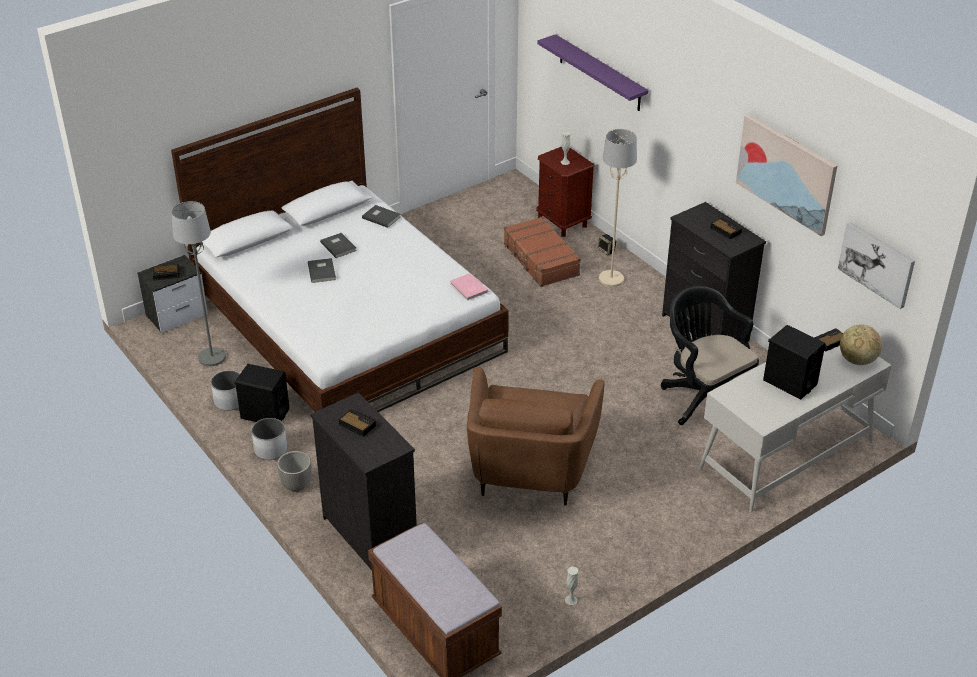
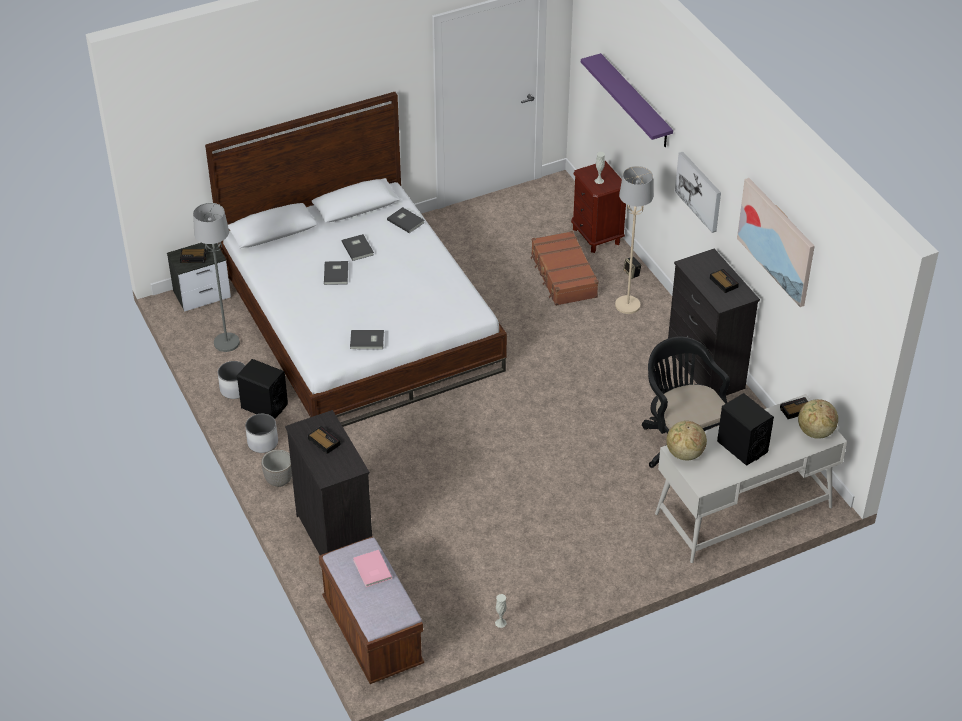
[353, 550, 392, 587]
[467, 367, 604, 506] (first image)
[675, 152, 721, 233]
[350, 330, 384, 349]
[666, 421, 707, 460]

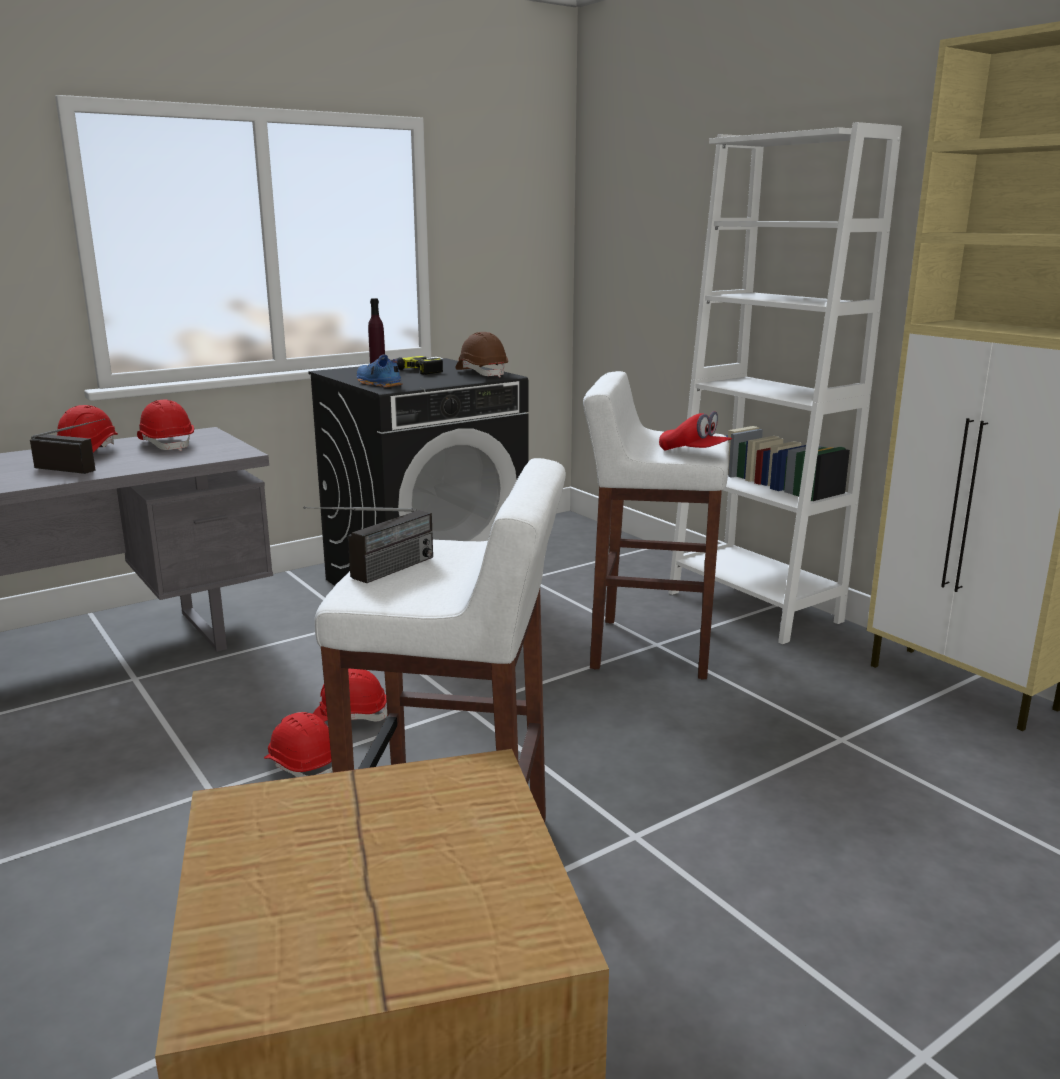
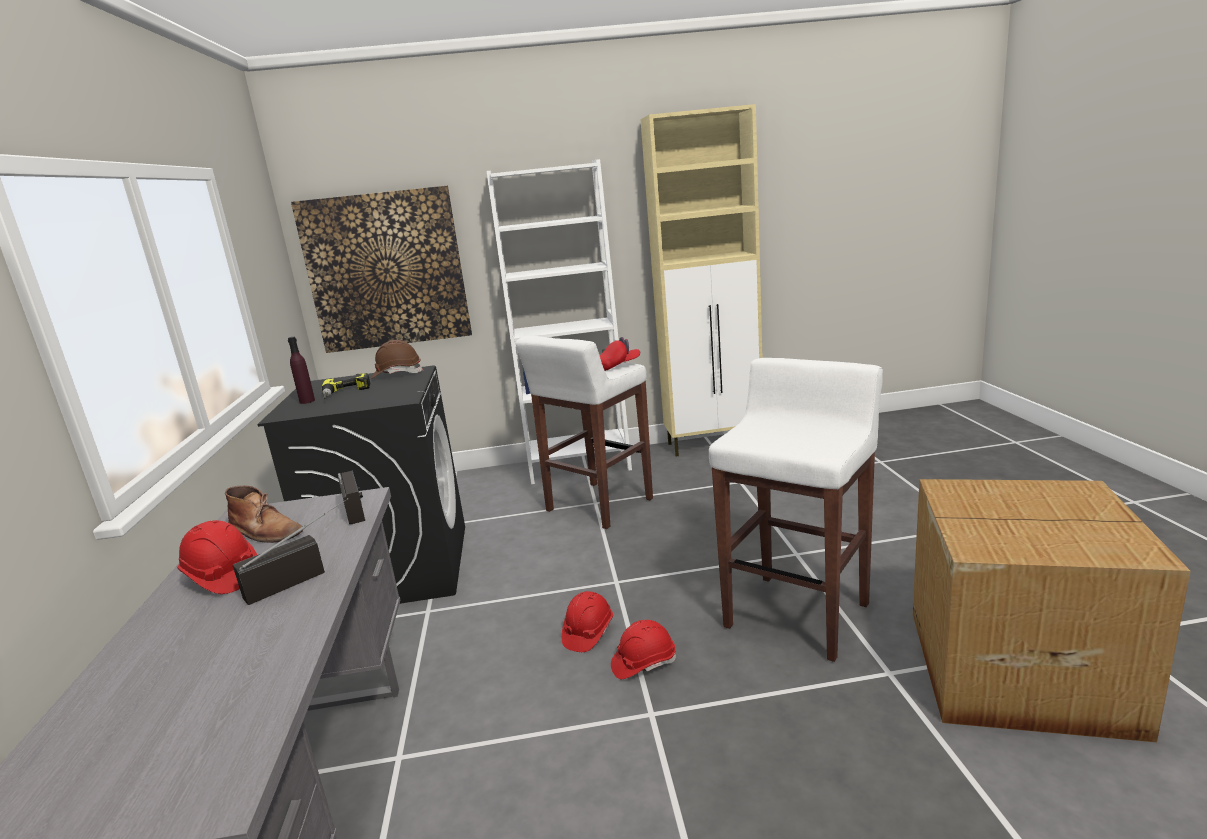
[225, 485, 303, 543]
[338, 471, 365, 524]
[357, 354, 403, 388] (first image)
[291, 186, 472, 353]

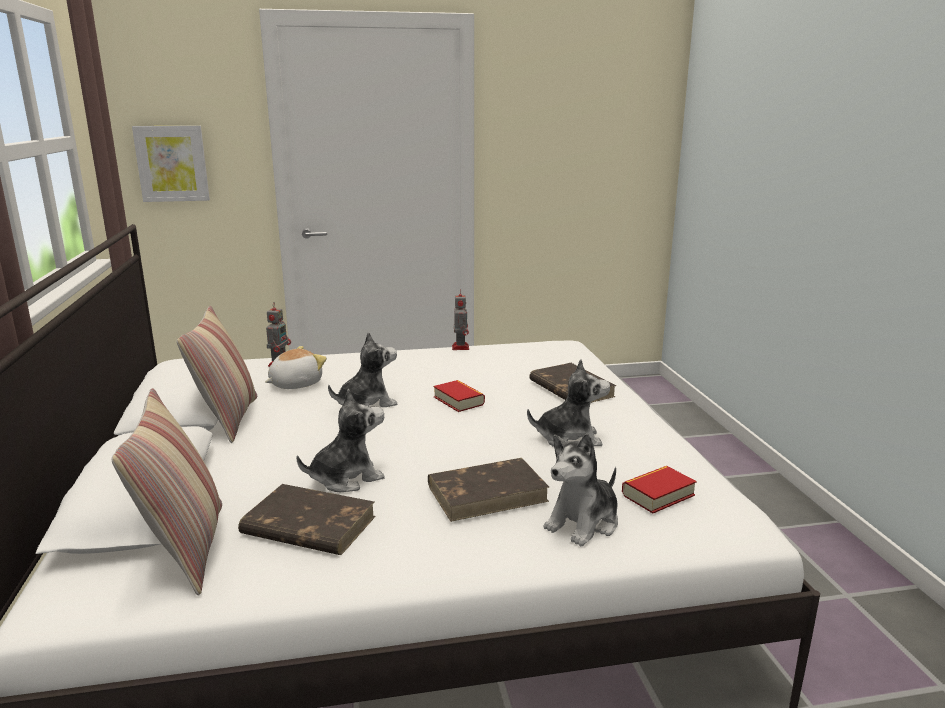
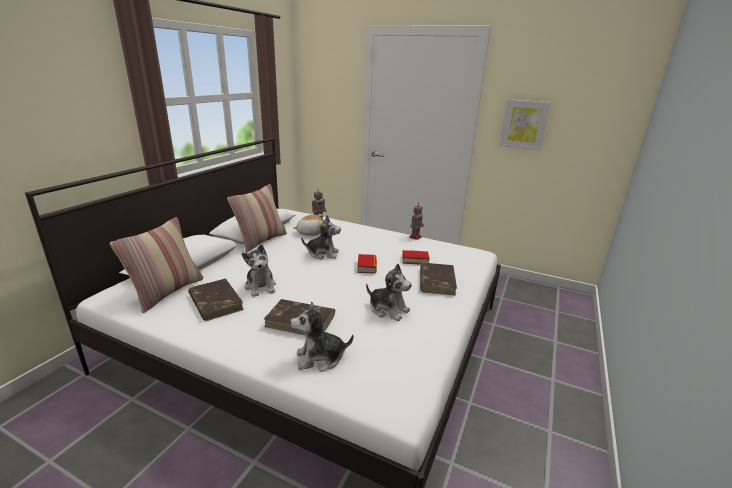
[500, 99, 551, 151]
[242, 244, 276, 297]
[402, 250, 430, 265]

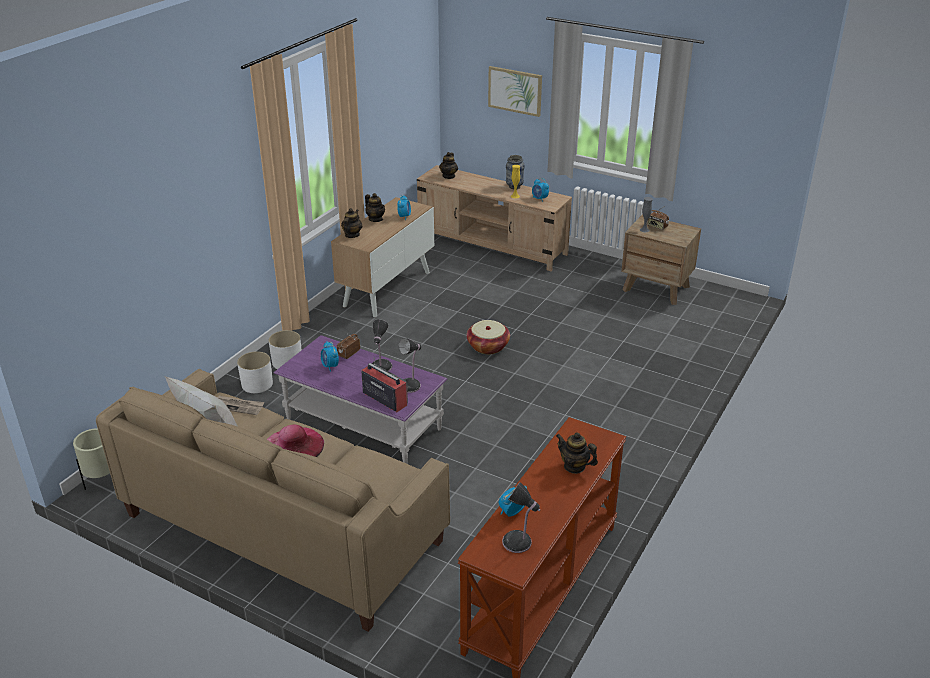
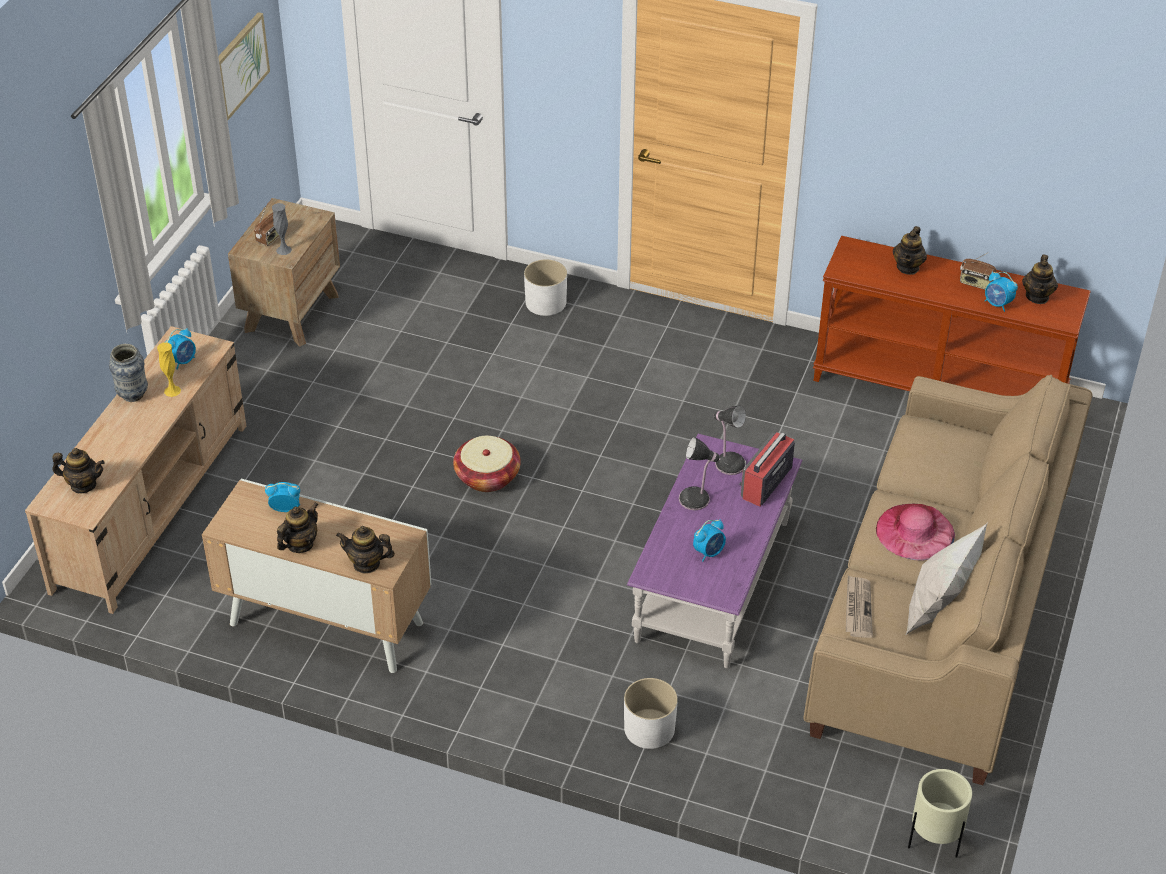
[524, 259, 567, 316]
[960, 252, 996, 290]
[218, 12, 270, 121]
[1022, 255, 1058, 304]

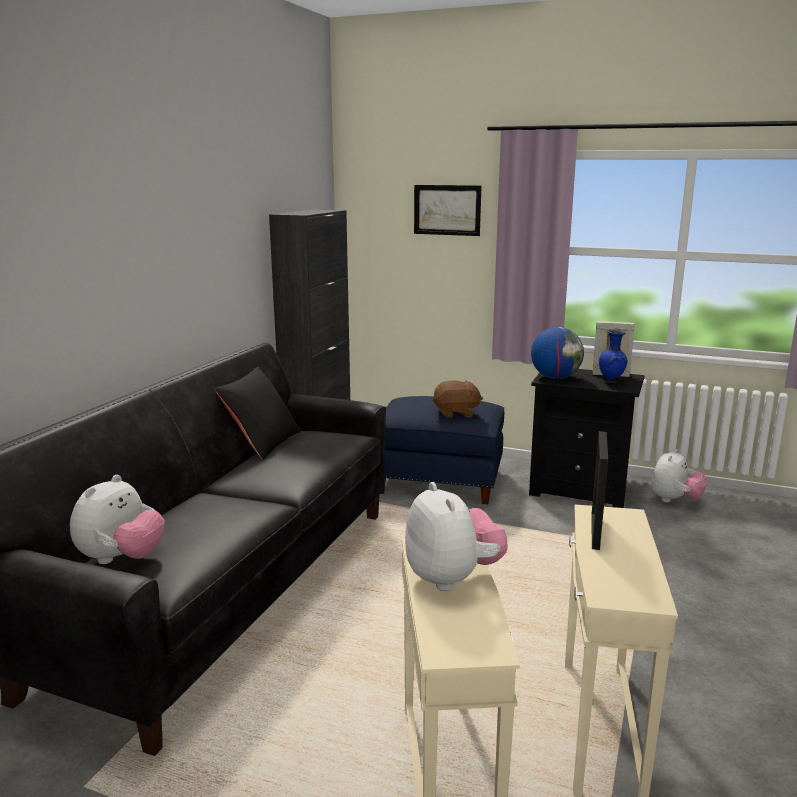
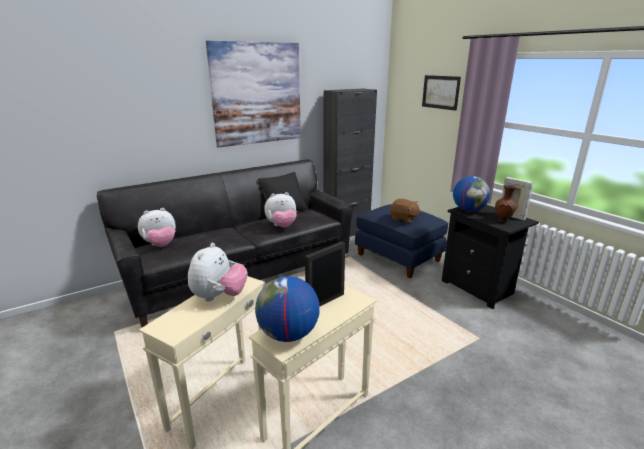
[495, 184, 517, 222]
[264, 192, 297, 228]
[206, 40, 301, 147]
[255, 276, 320, 342]

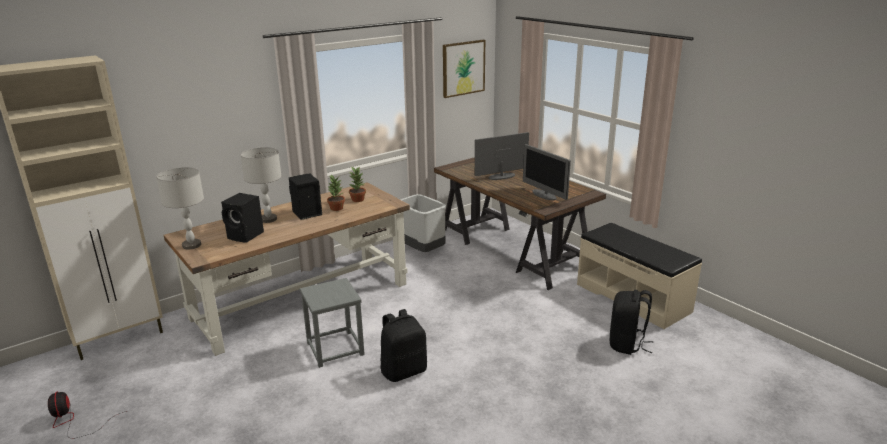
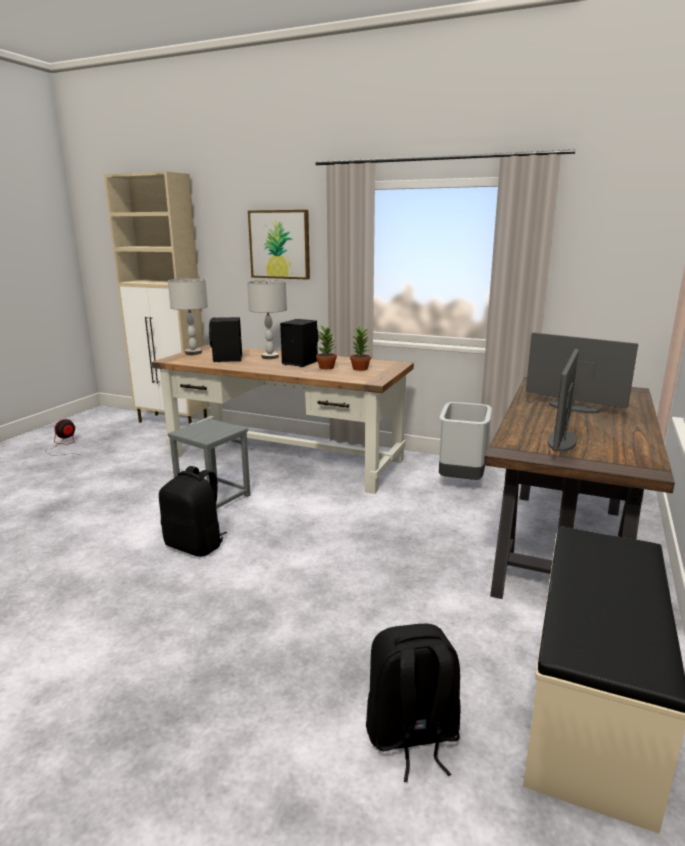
[248, 210, 310, 280]

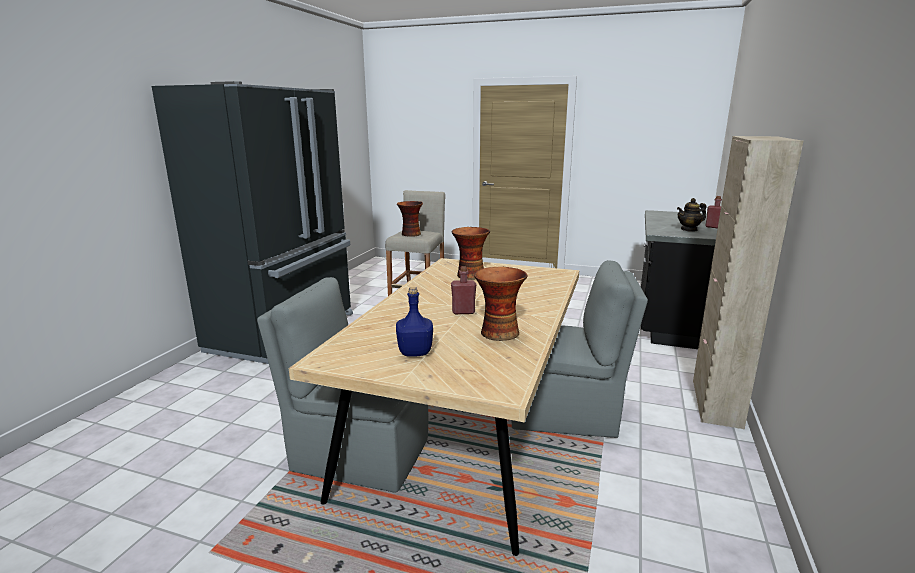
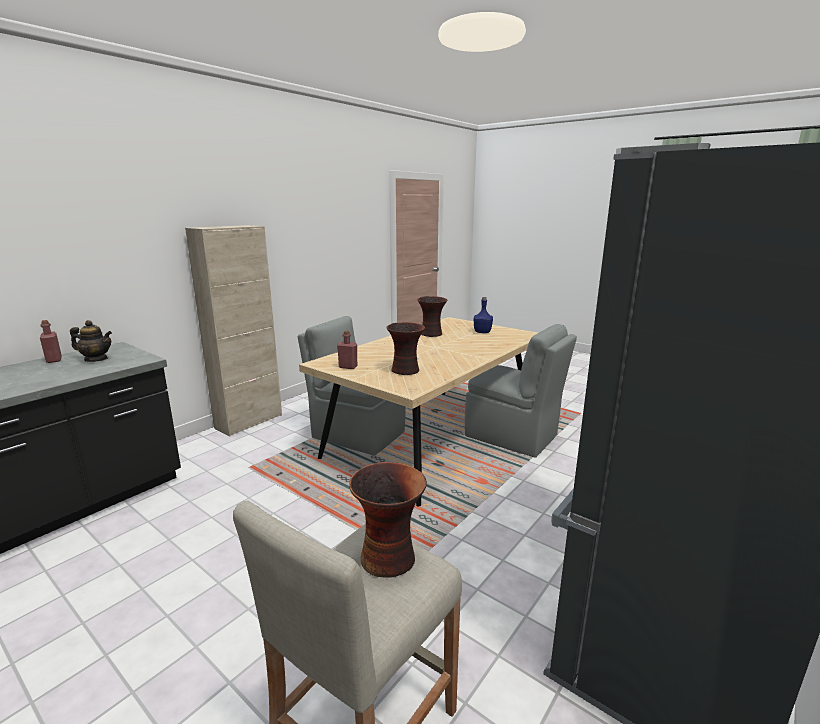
[337, 331, 358, 369]

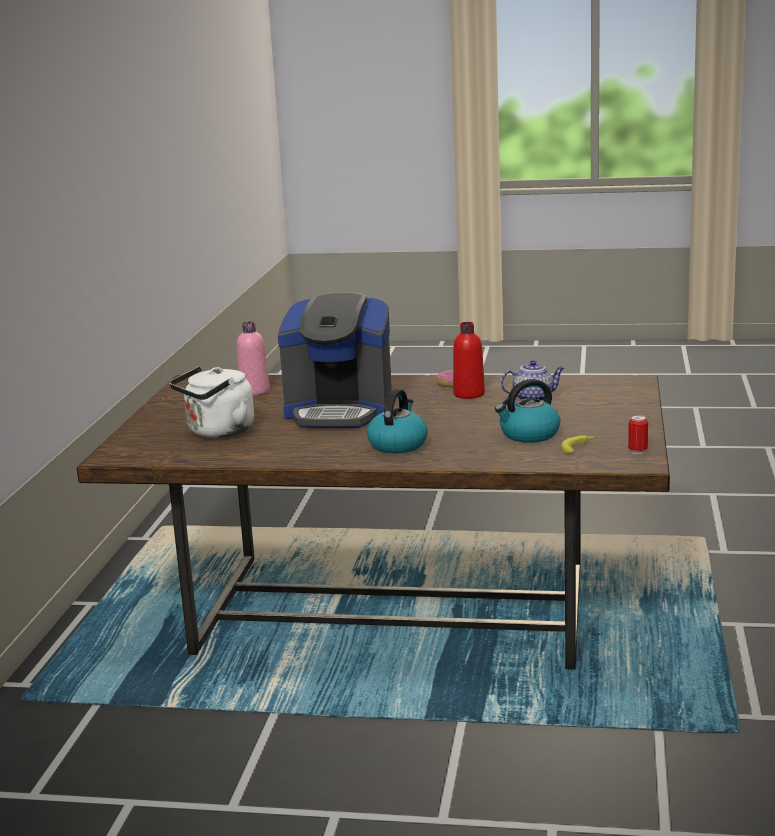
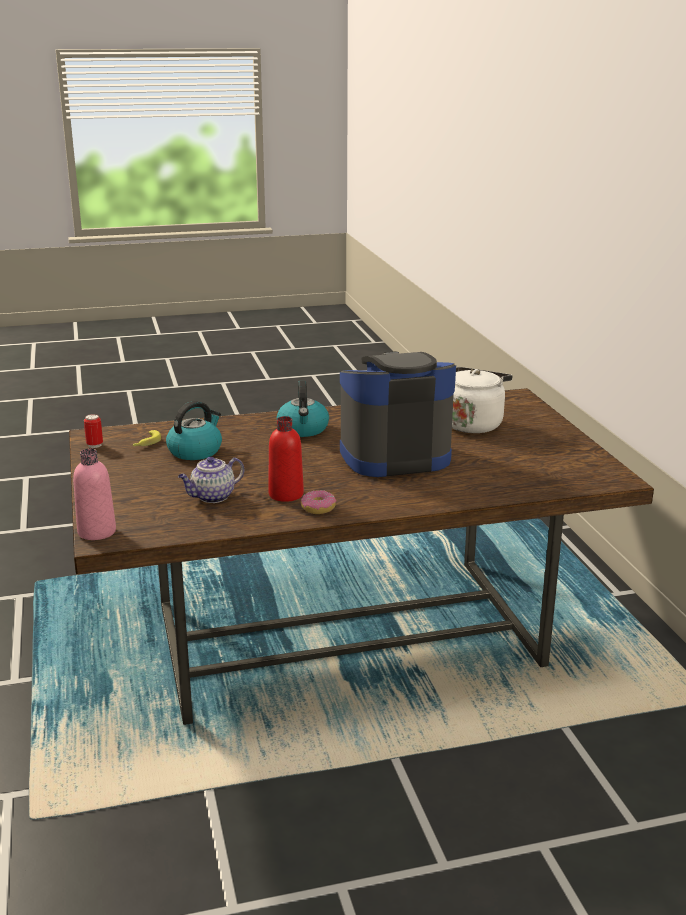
[73, 448, 116, 540]

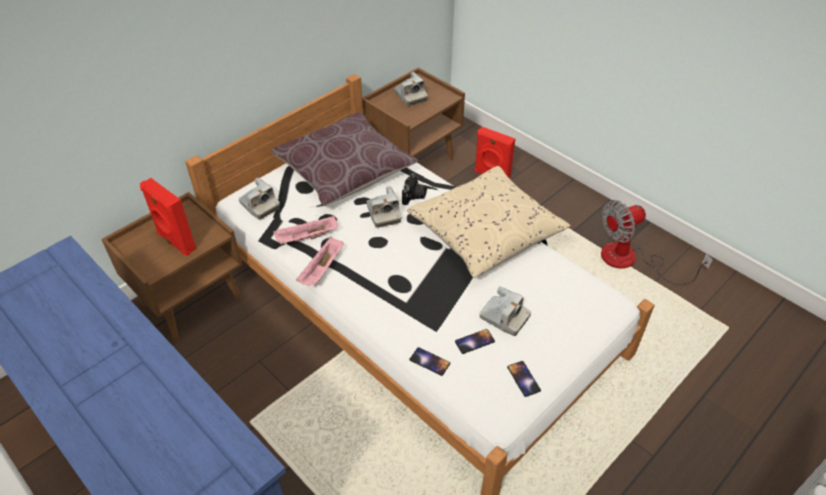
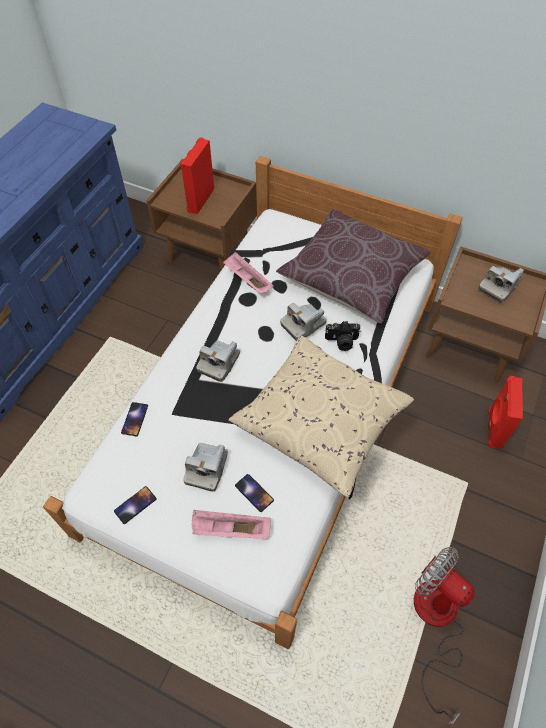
[196, 340, 240, 382]
[192, 510, 271, 539]
[235, 474, 274, 512]

